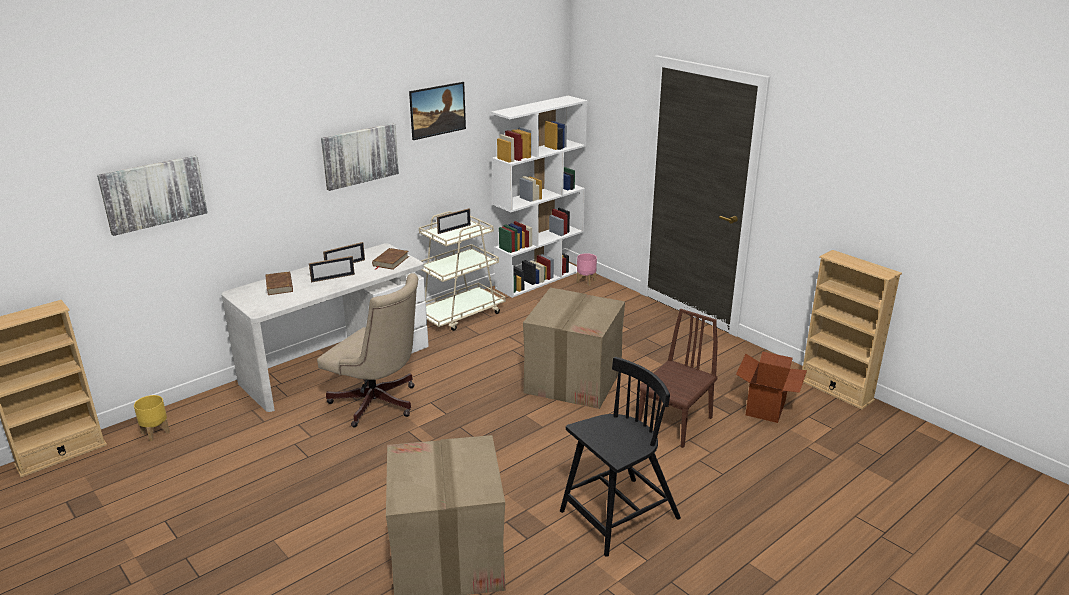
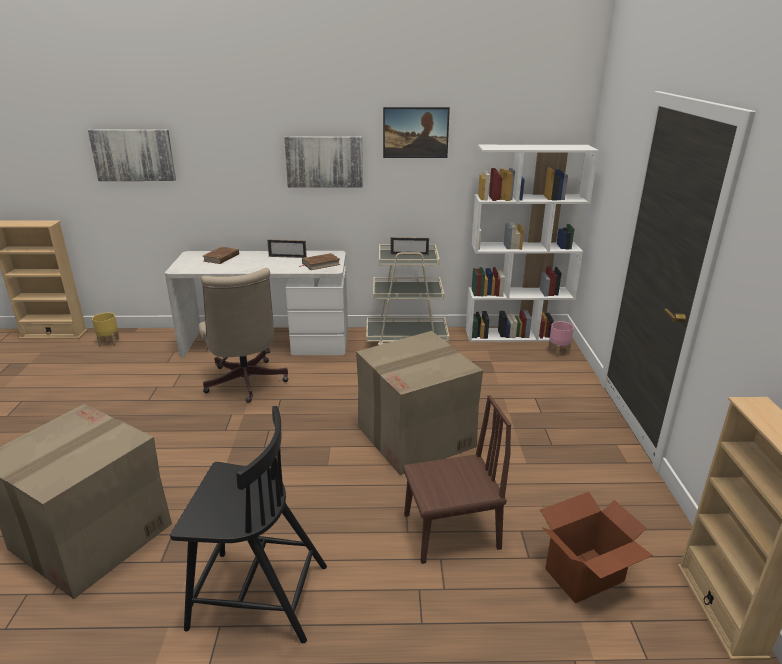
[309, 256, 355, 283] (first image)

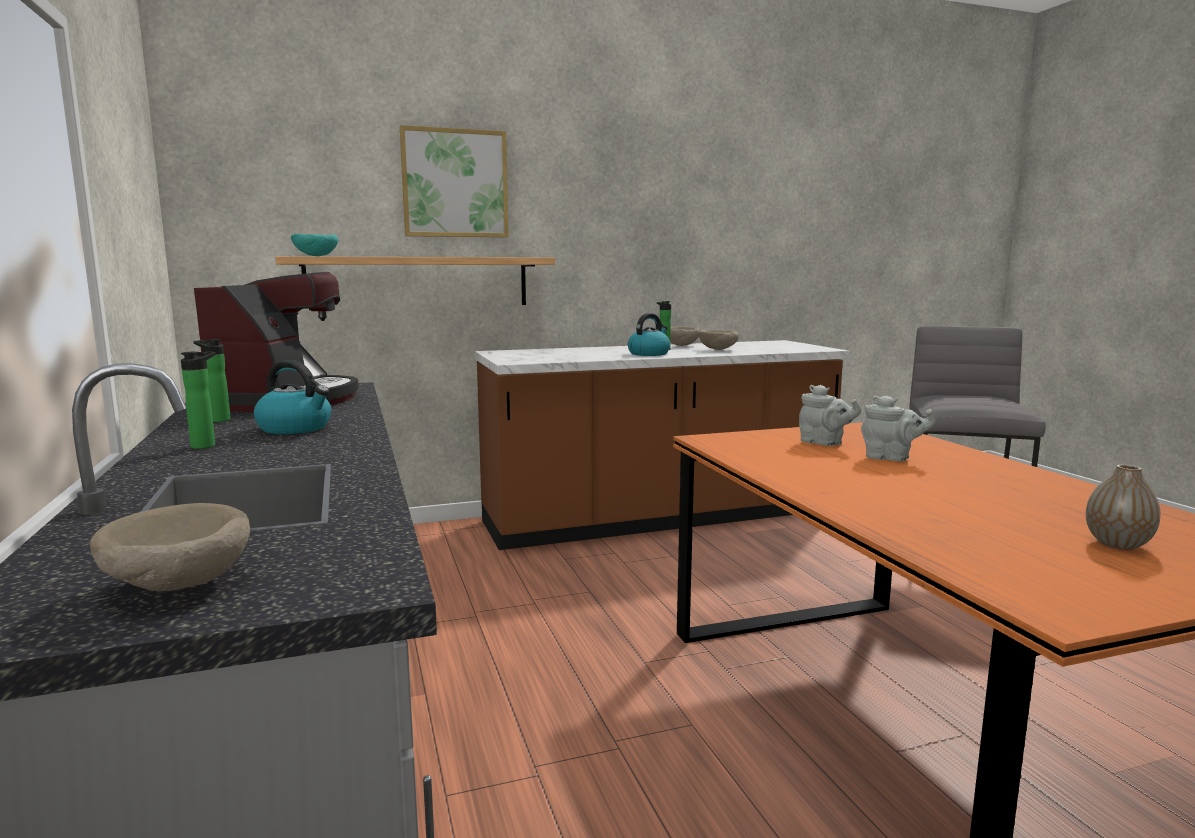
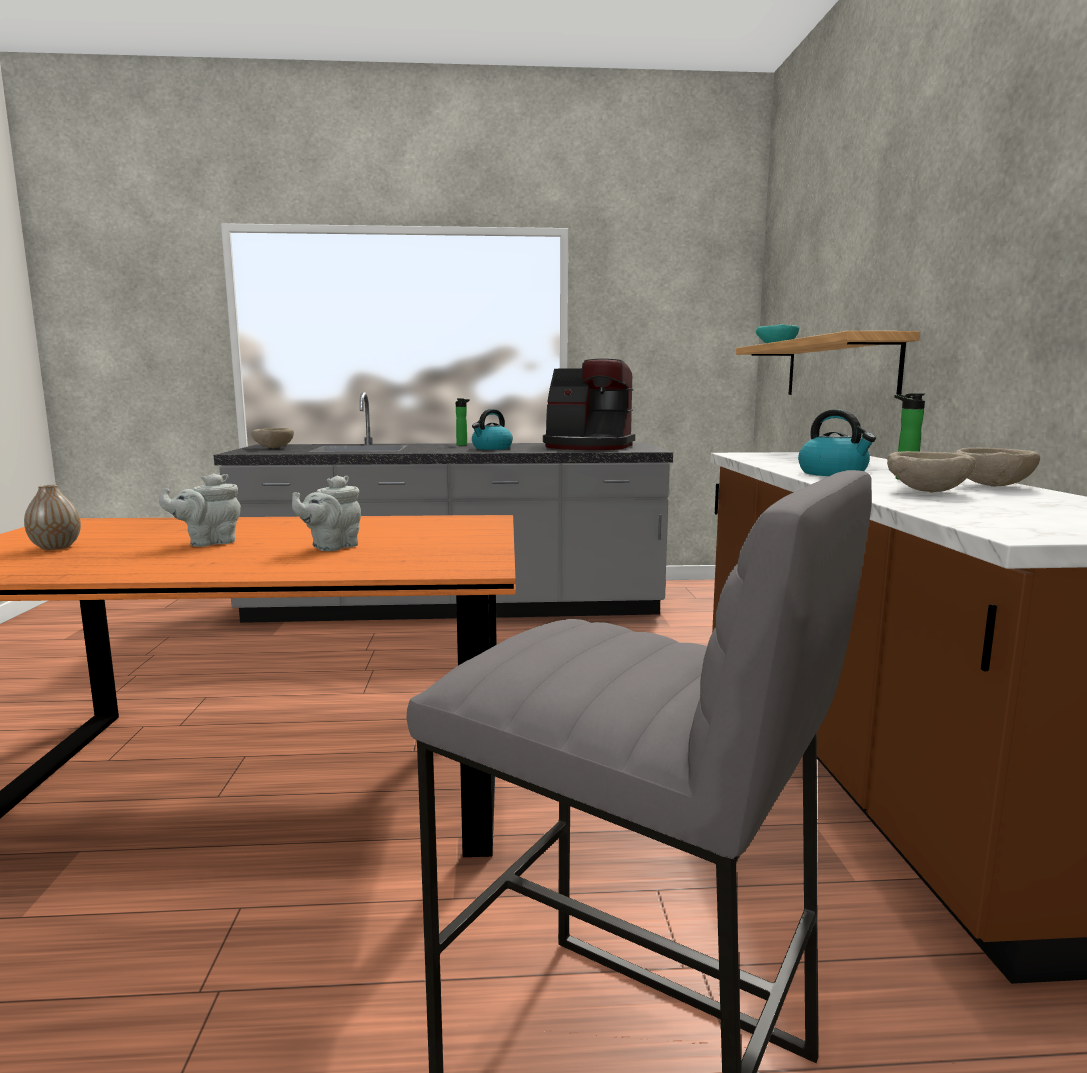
[193, 339, 231, 422] (first image)
[400, 125, 509, 237] (first image)
[159, 473, 241, 547]

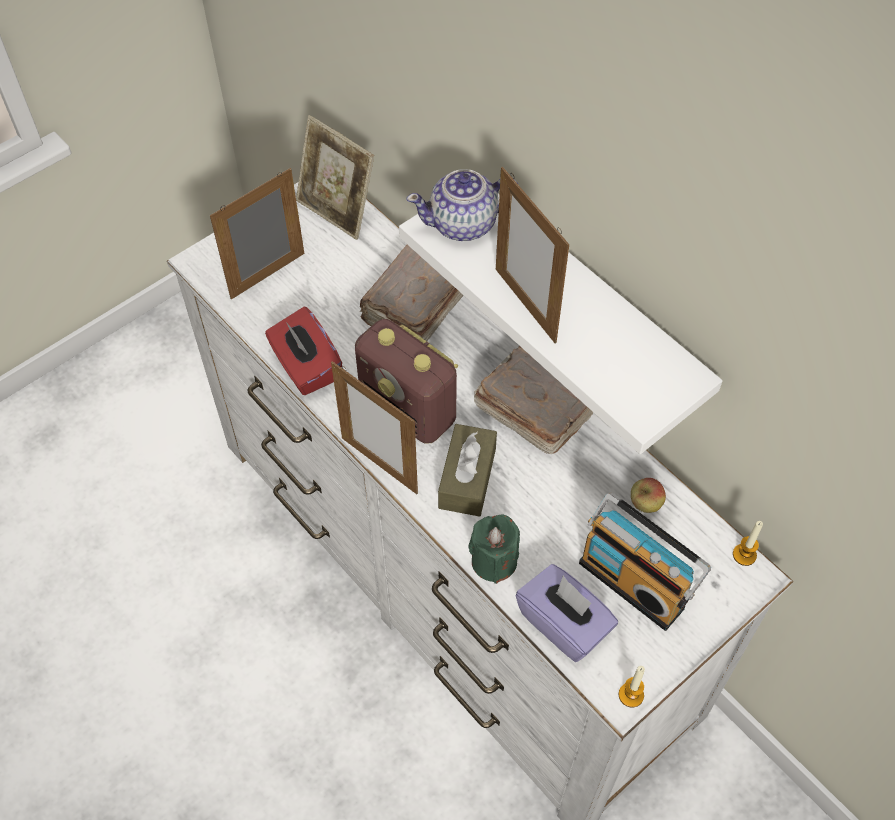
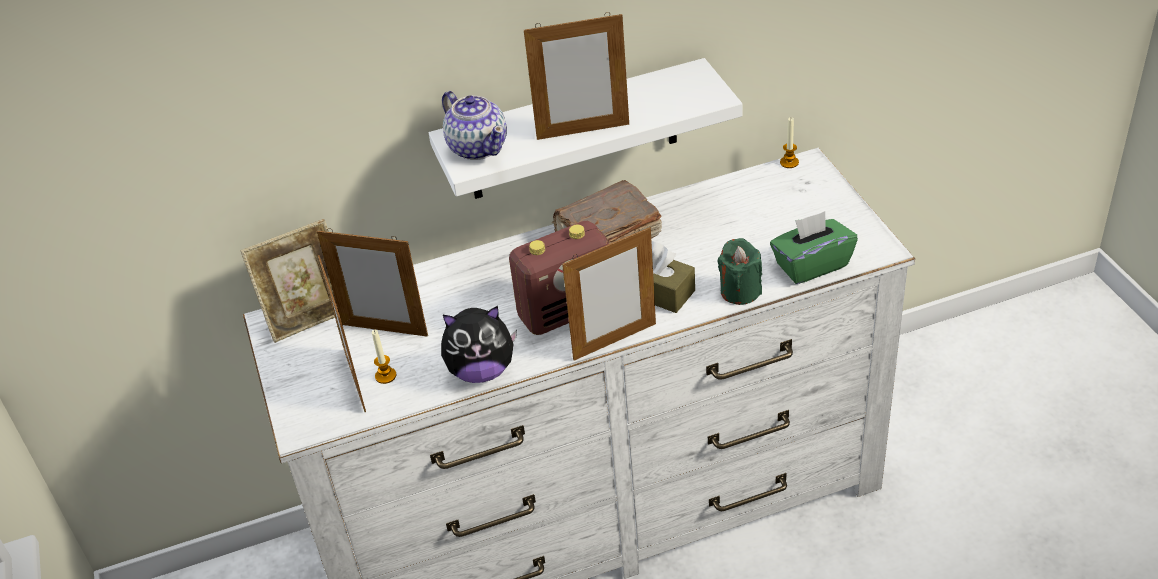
[441, 306, 517, 383]
[360, 245, 464, 341] (first image)
[442, 91, 507, 160]
[770, 211, 858, 284]
[579, 493, 711, 631] (first image)
[372, 330, 396, 384]
[631, 478, 666, 513] (first image)
[317, 228, 428, 337]

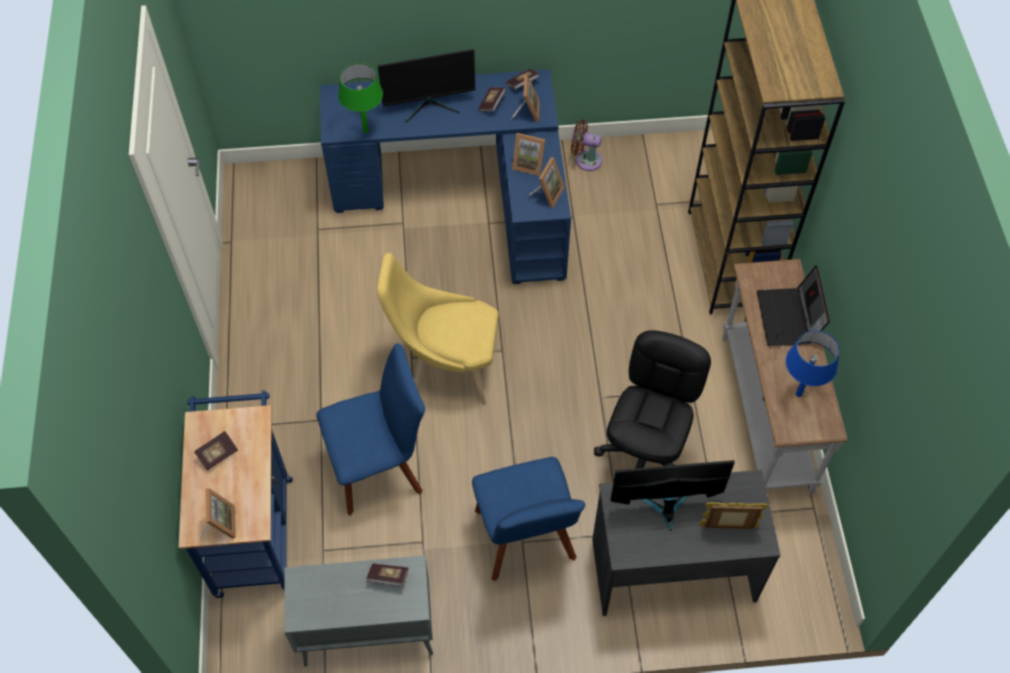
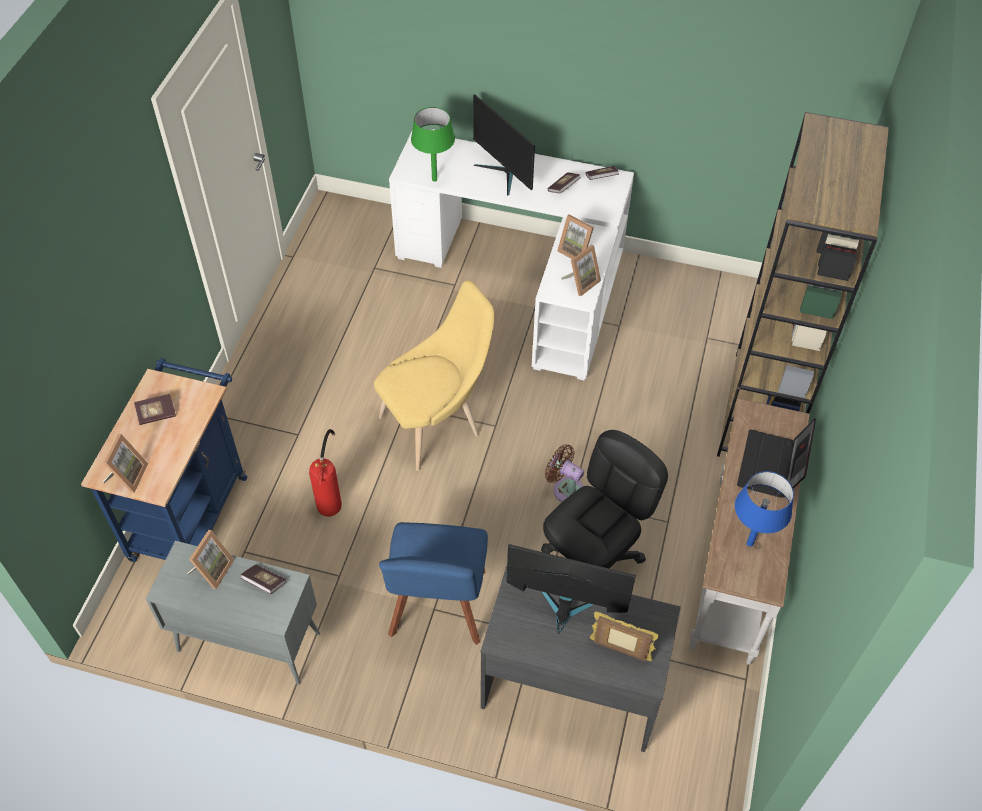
[309, 429, 342, 516]
[389, 132, 634, 380]
[374, 280, 495, 471]
[473, 94, 535, 196]
[187, 530, 234, 589]
[545, 444, 584, 502]

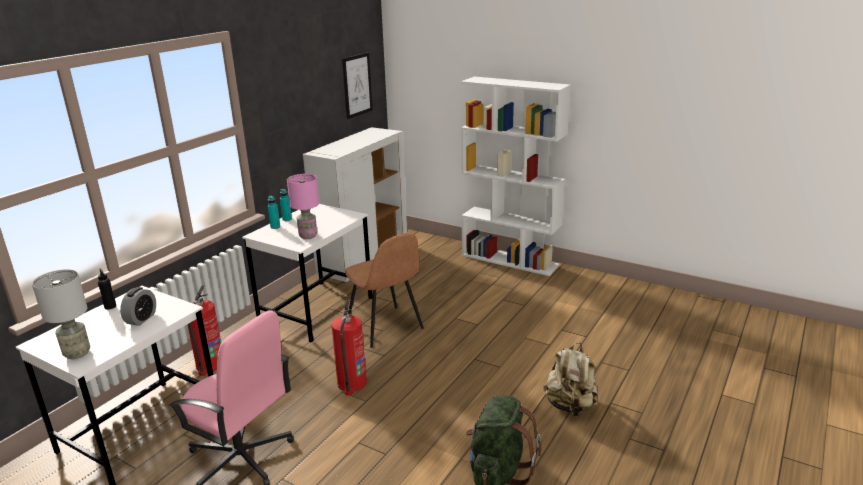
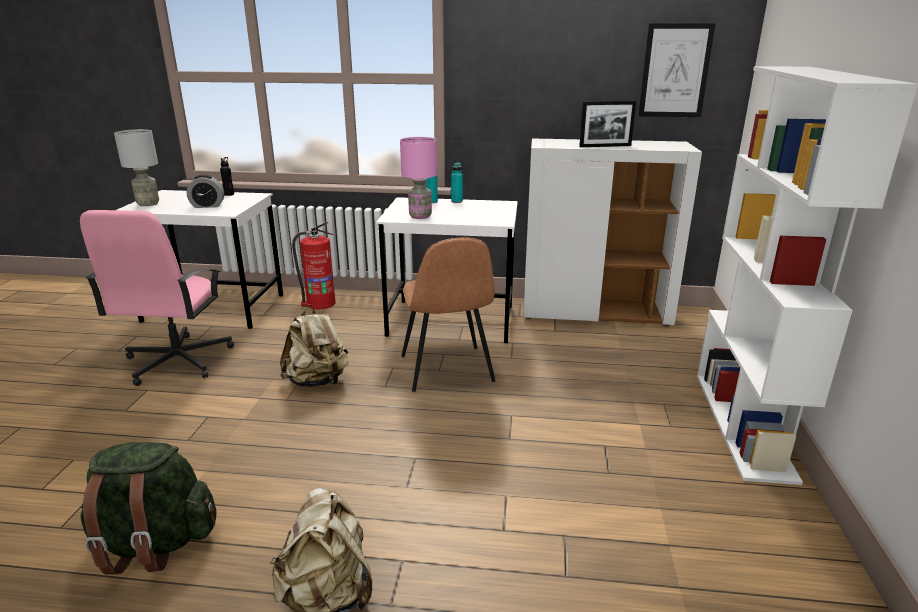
[280, 304, 349, 387]
[401, 237, 495, 392]
[579, 101, 636, 147]

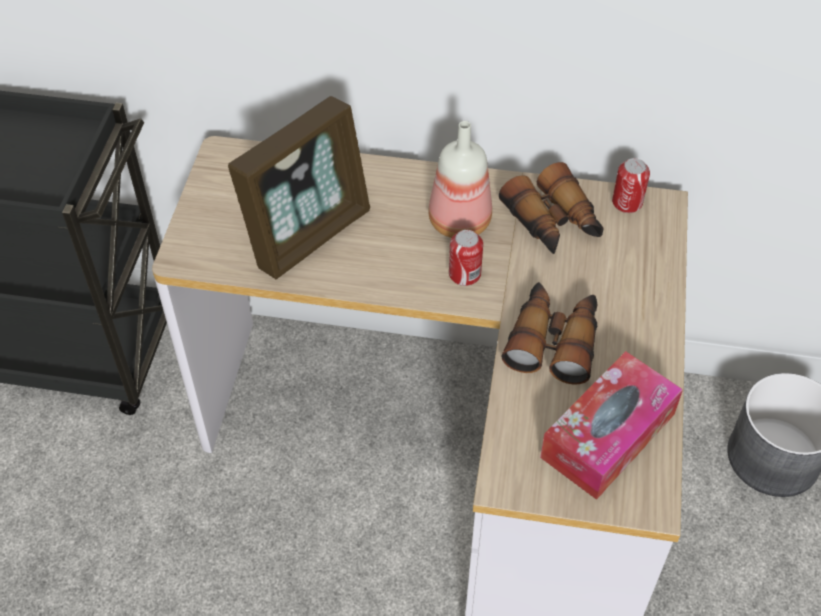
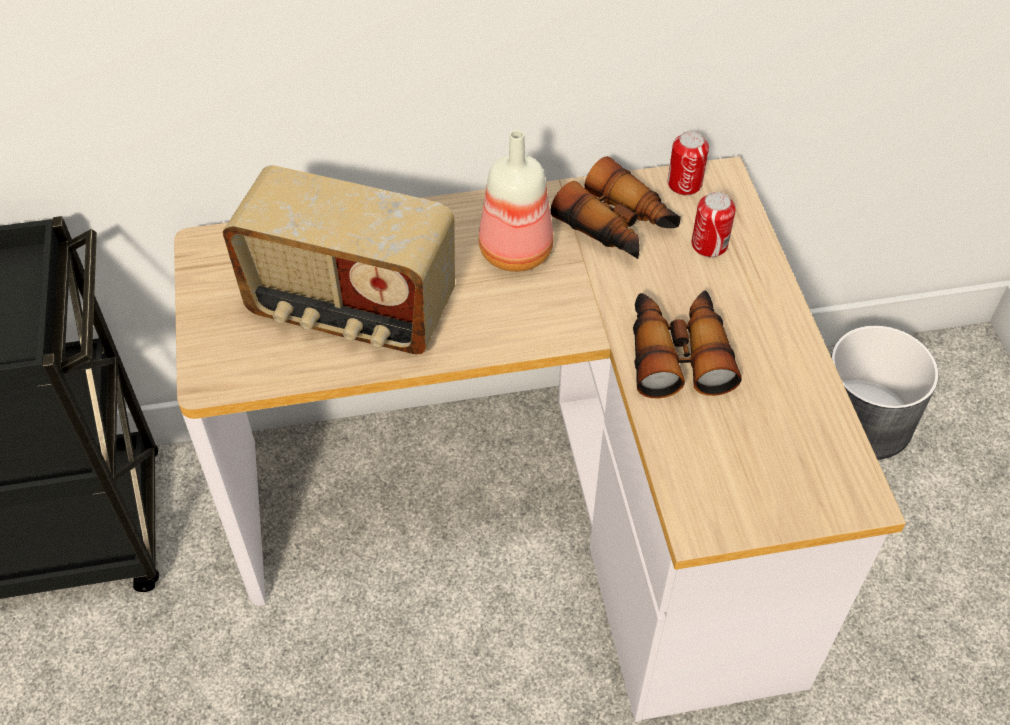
[223, 165, 455, 354]
[692, 192, 736, 257]
[540, 351, 683, 500] (first image)

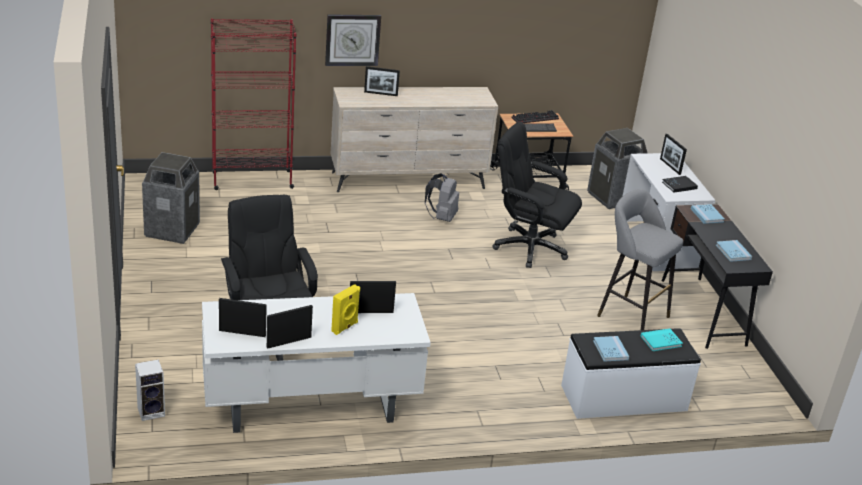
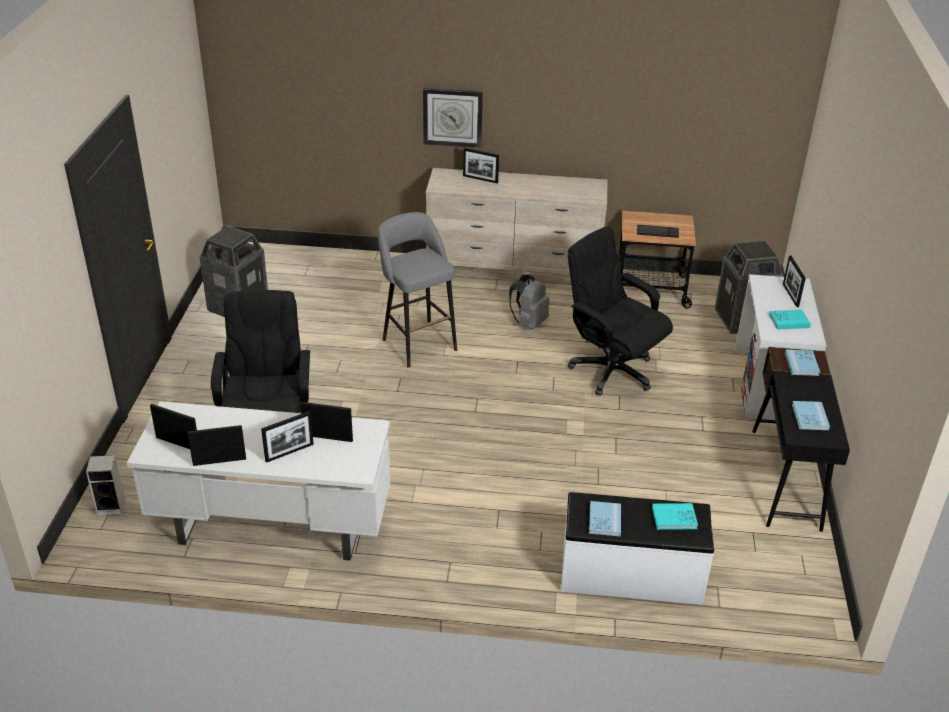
[211, 18, 297, 190] (first image)
[261, 411, 314, 463]
[512, 110, 559, 123] (first image)
[378, 212, 457, 368]
[769, 310, 811, 330]

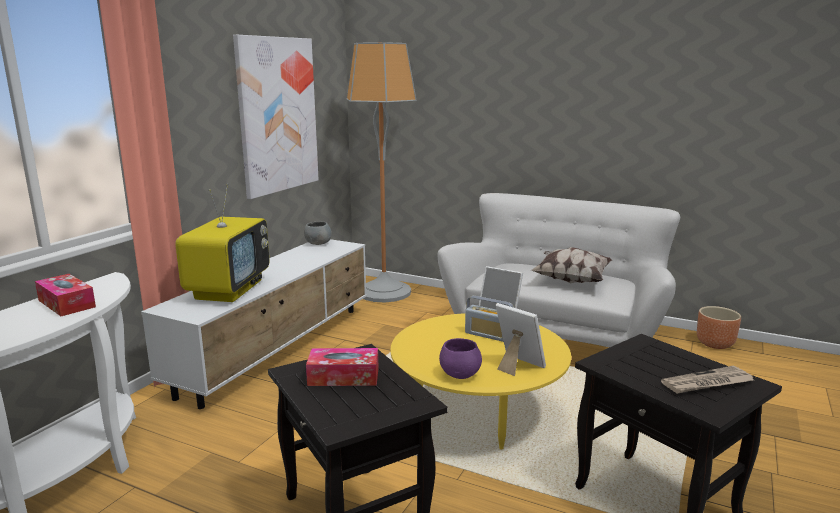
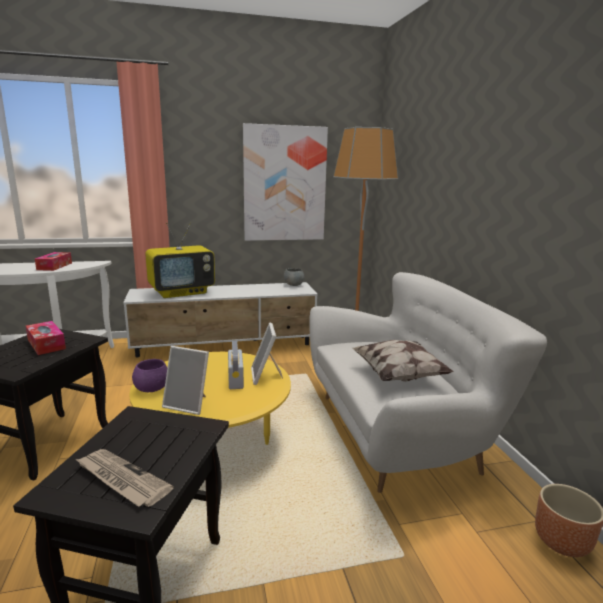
[162, 346, 209, 415]

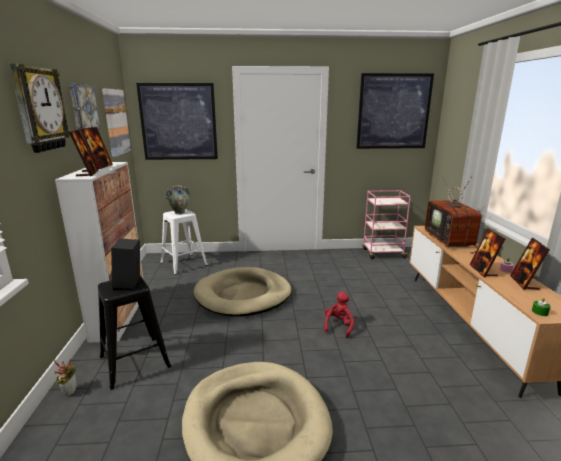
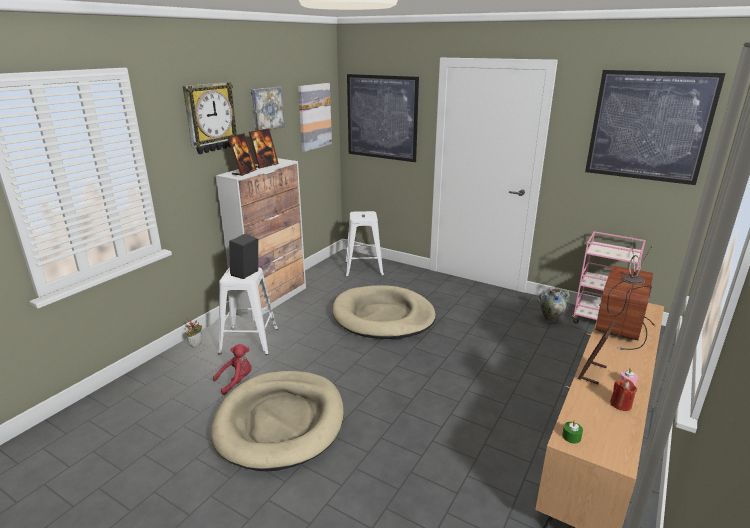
[218, 267, 278, 355]
[538, 287, 570, 323]
[213, 344, 252, 395]
[610, 379, 637, 411]

